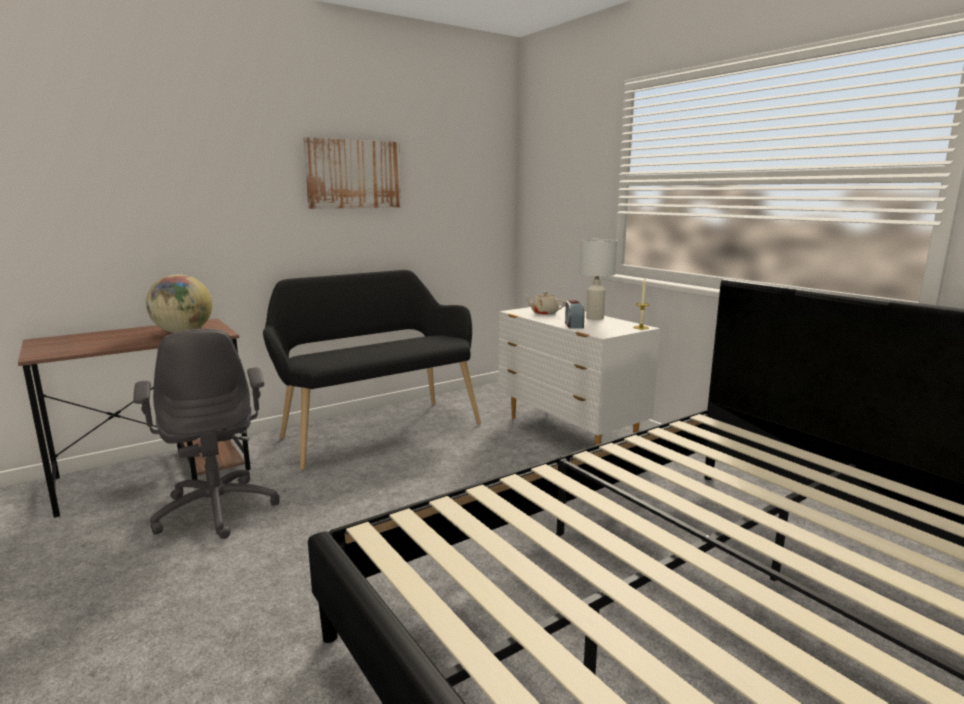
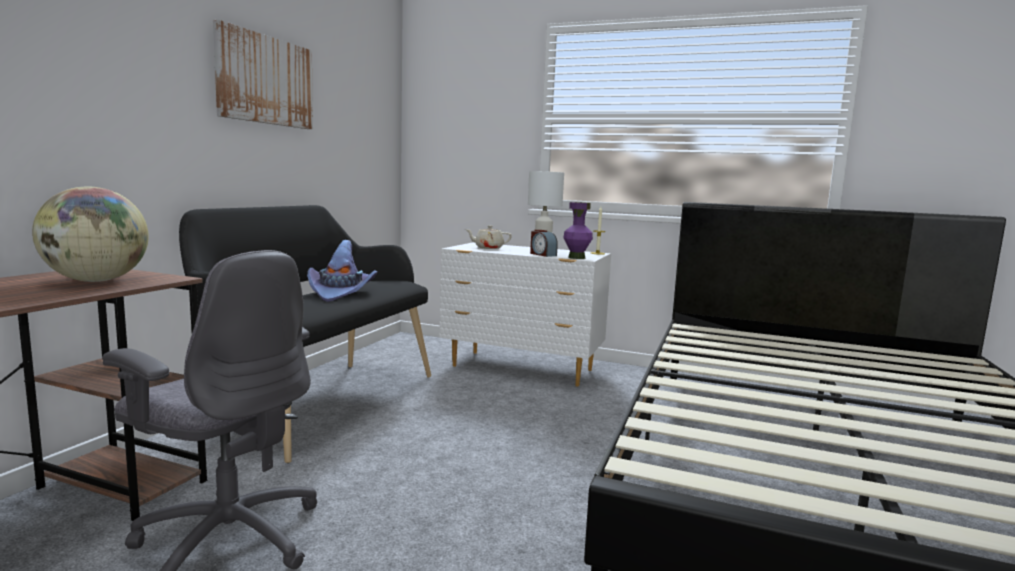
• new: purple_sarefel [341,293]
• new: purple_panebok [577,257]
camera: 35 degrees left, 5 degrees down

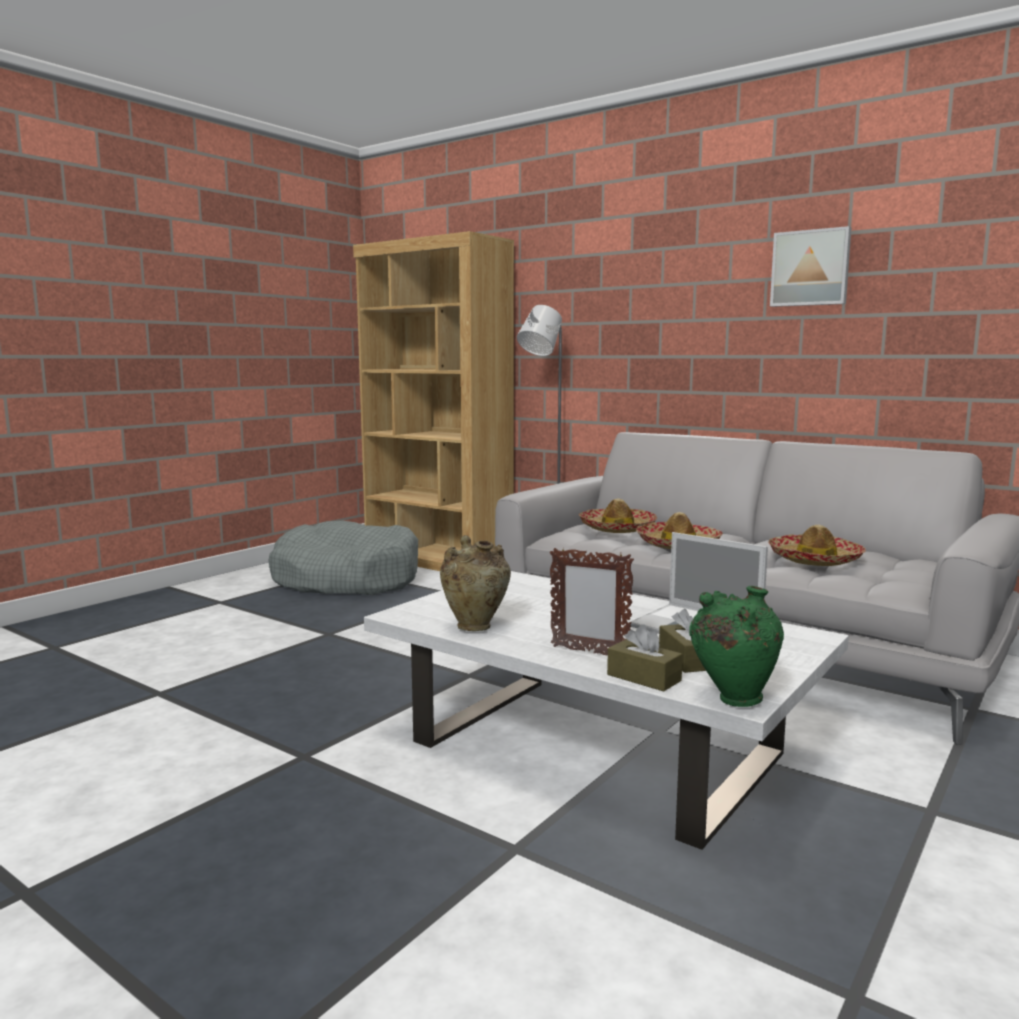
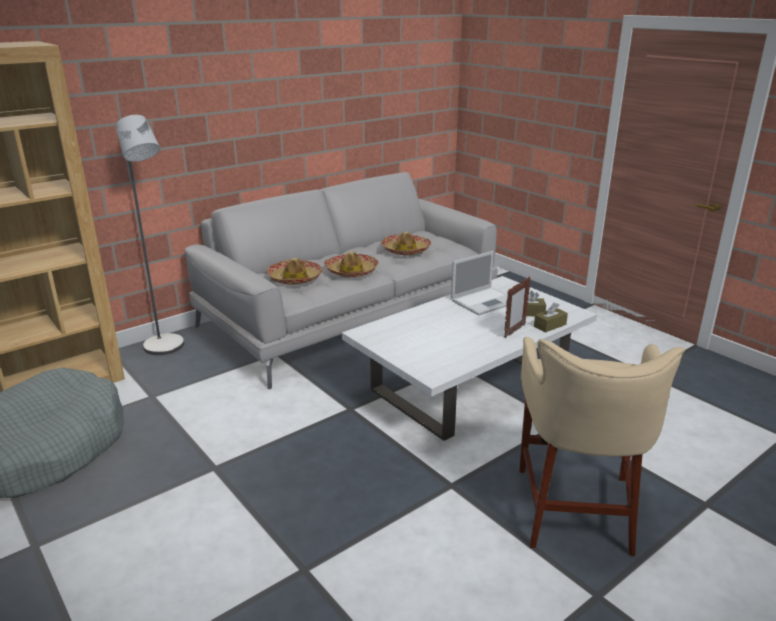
• new: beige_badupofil [576,508]
• gone: beige_panebok [475,627]
• gone: green_panebok [732,699]
• gone: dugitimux [810,268]
camera: 75 degrees left, 15 degrees up

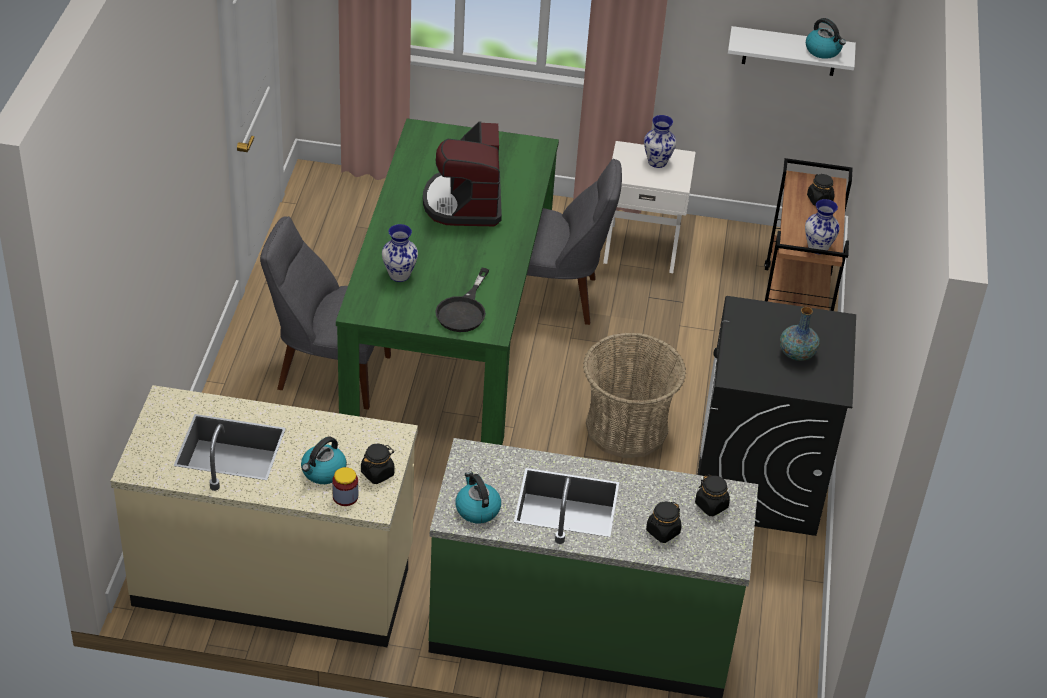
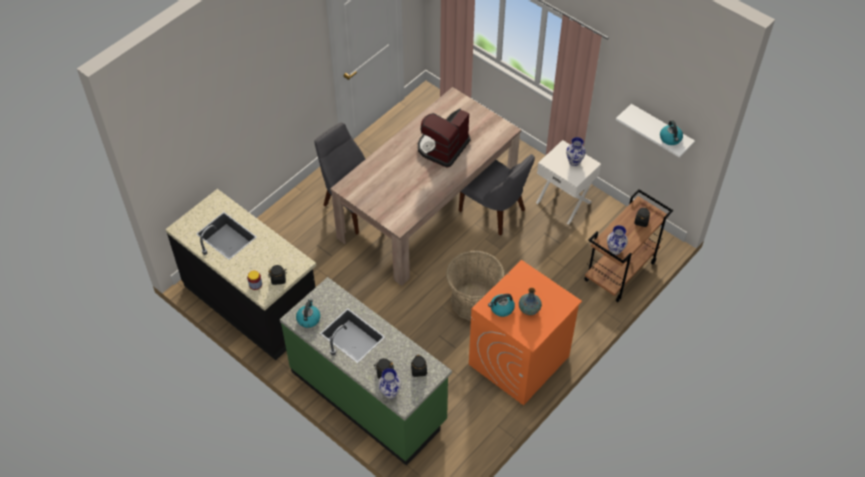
• repainted: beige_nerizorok [274,578] to black_nerizorok [252,301]
• repainted: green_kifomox [450,331] to beige_kifomox [428,208]
• shifted: panebok [399,275] to [390,392]
• repainted: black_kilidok [758,480] to orange_kilidok [518,361]
• shifted: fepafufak [323,472] to [501,308]
• gone: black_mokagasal [464,310]
camera: 35 degrees right, 10 degrees up

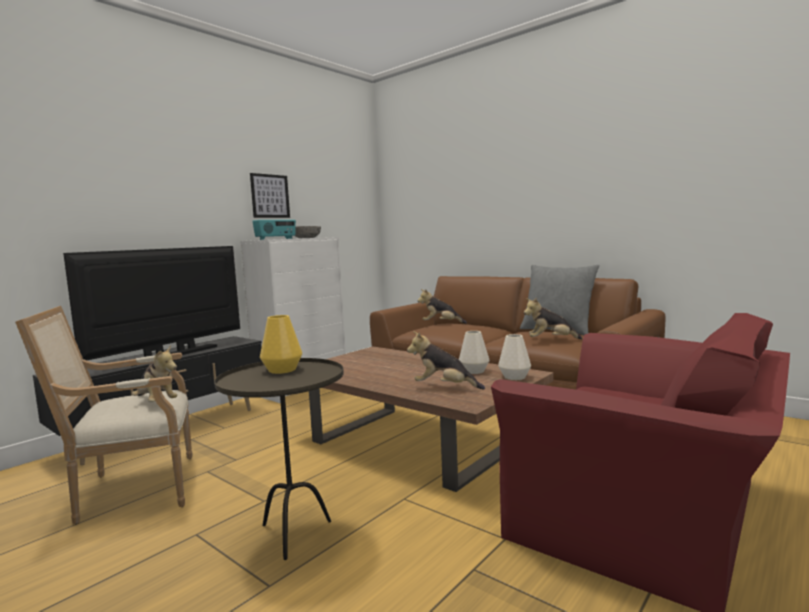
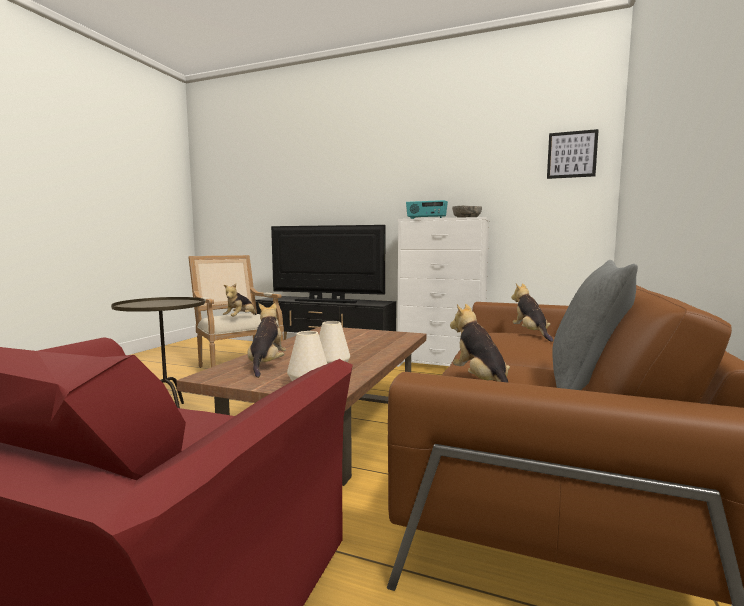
• shifted: dugitimux [270,196] to [571,154]
• gone: yellow_panebok [282,370]
camera: 70 degrees right, 0 degrees up

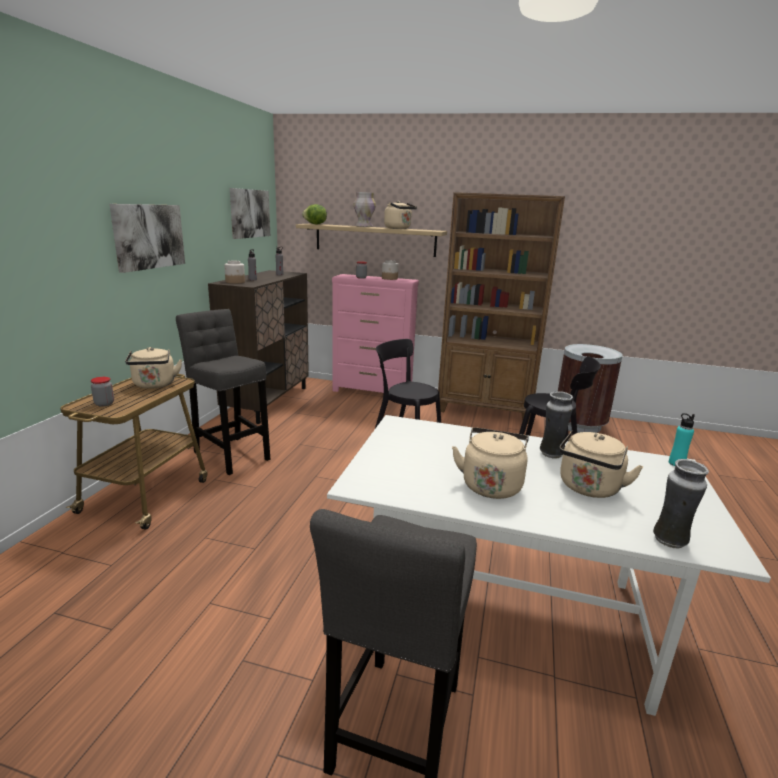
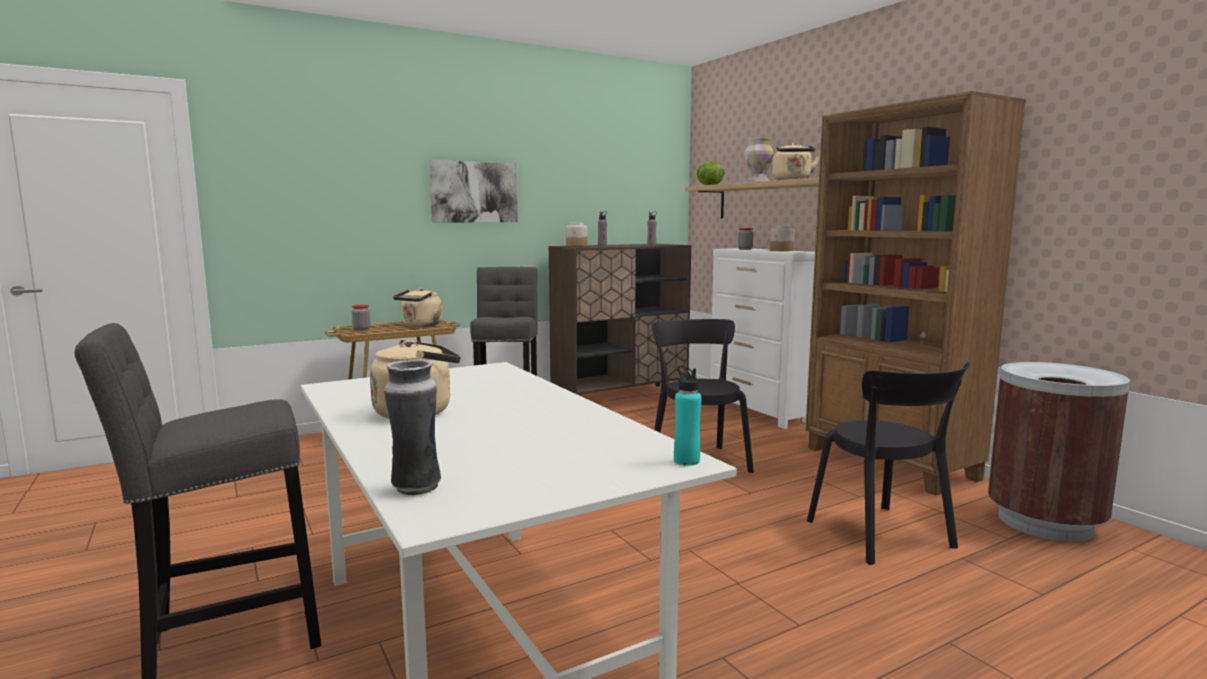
• repainted: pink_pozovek [372,392] to white_pozovek [758,412]
• gone: dugitimux [249,213]
• gone: panebok [551,454]
• gone: beige_fepafufak [588,489]
camera: 45 degrees right, 10 degrees down

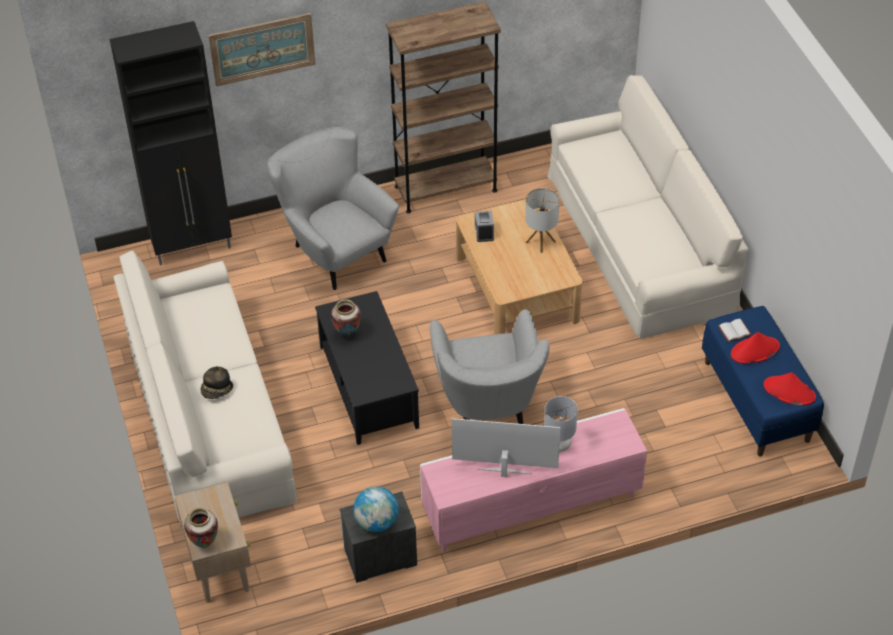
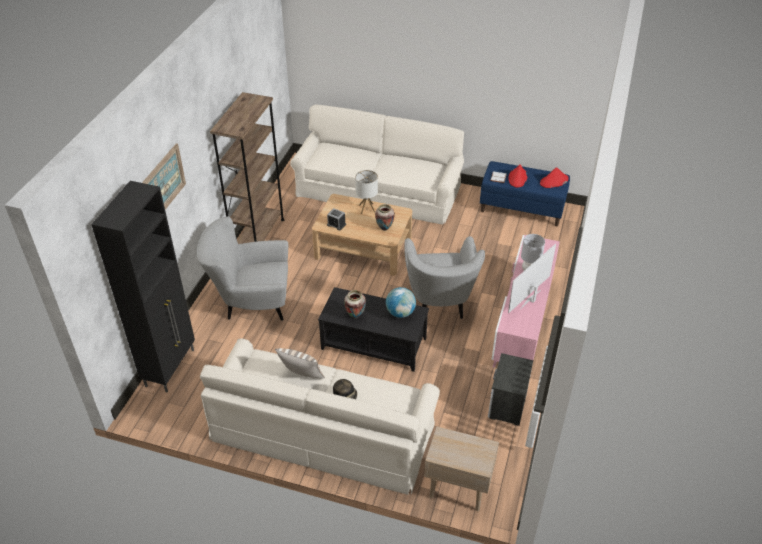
• new: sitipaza [301,377]
• shifted: panebok [204,543] to [384,228]
• shifted: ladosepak [377,522] to [400,313]
• rotated: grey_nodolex [488,410] = [439,304] 60 degrees clockwise
camera: 55 degrees left, 5 degrees down

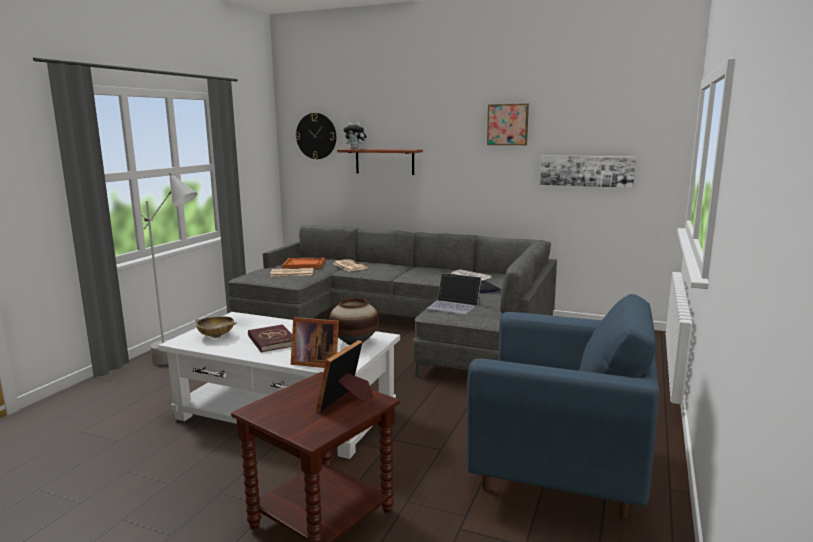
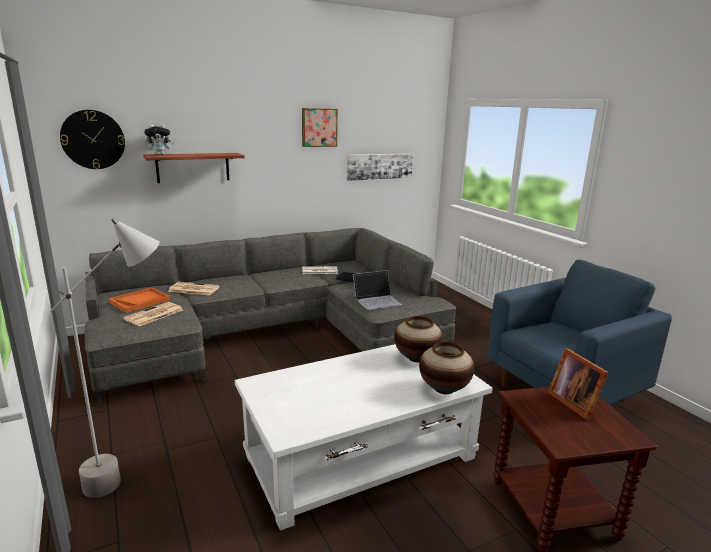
• swapped: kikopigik [315,362] to panebok [444,388]
• gone: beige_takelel [216,336]
• gone: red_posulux [272,341]
camera: 50 degrees left, 5 degrees up

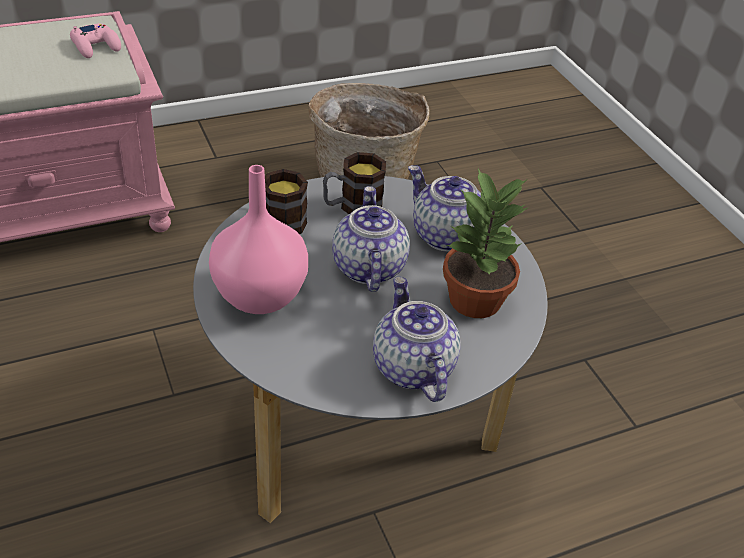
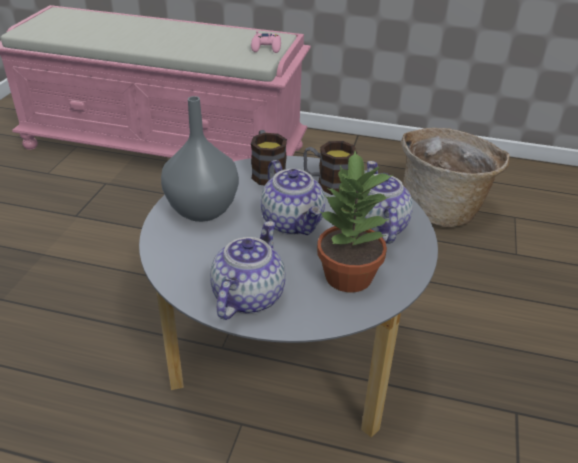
• repainted: pink_panebok [258,295] to grey_panebok [201,209]
• rotated: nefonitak [367,267] = [293,222] 120 degrees clockwise
camera: 40 degrees right, 5 degrees down

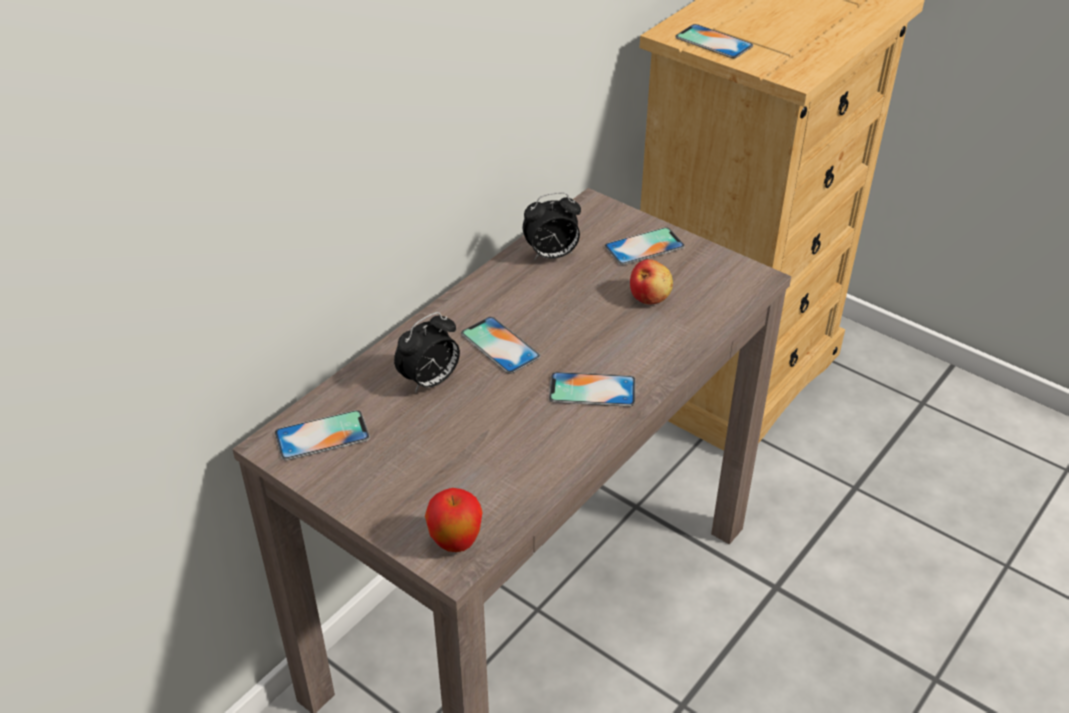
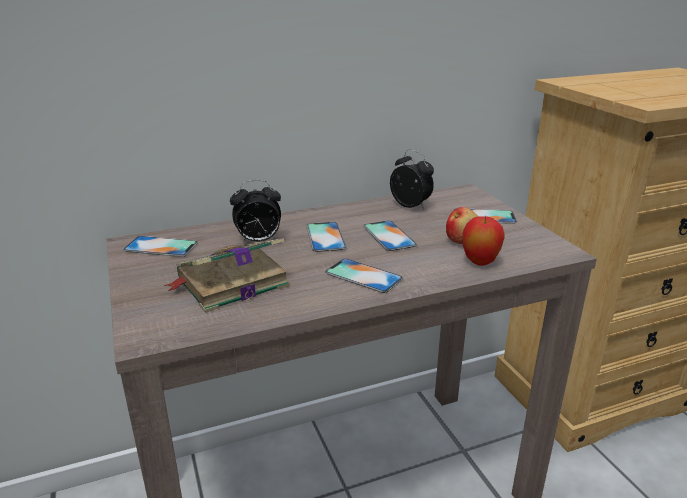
• new: posulux [230,283]
• shifted: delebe [713,42] to [389,236]
• rotated: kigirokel [551,255] = [411,206] 150 degrees counterclockwise
• shifted: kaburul [455,543] to [480,263]
camera: 30 degrees right, 15 degrees down

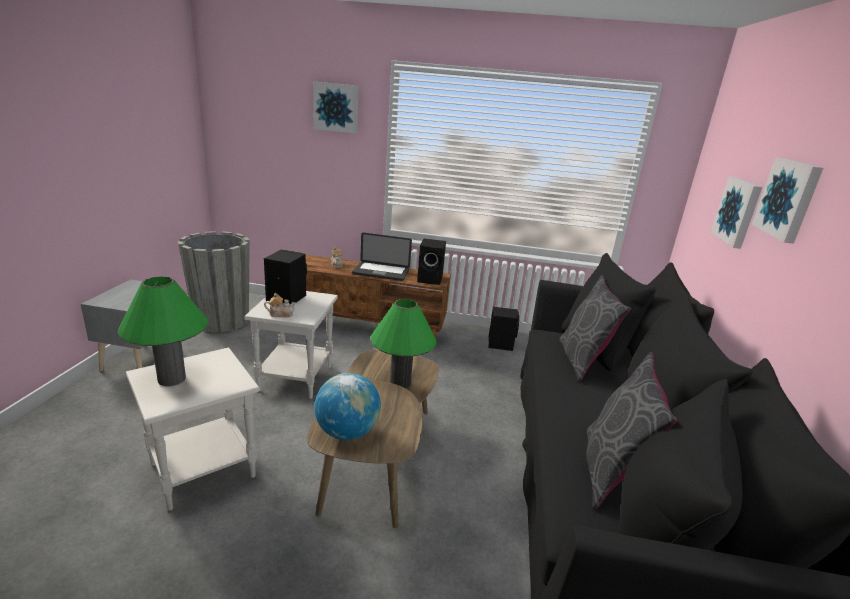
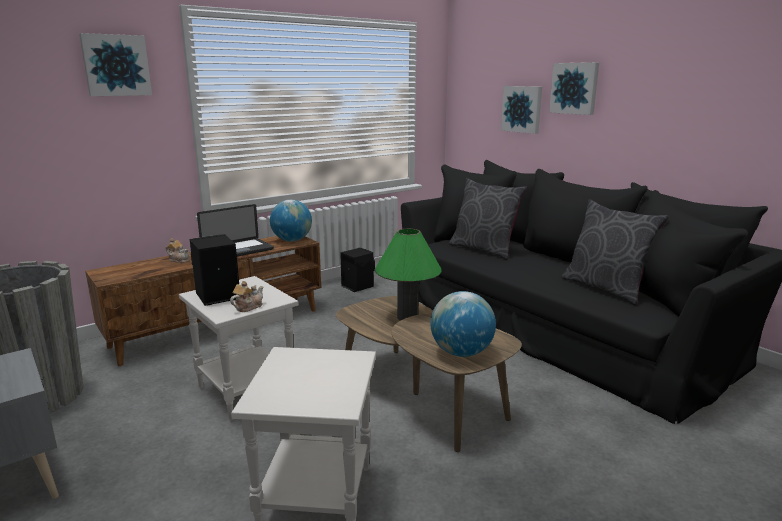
• swapped: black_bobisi [431,279] to ladosepak [292,240]
• gone: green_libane [172,379]
camera: 45 degrees left, 5 degrees down

